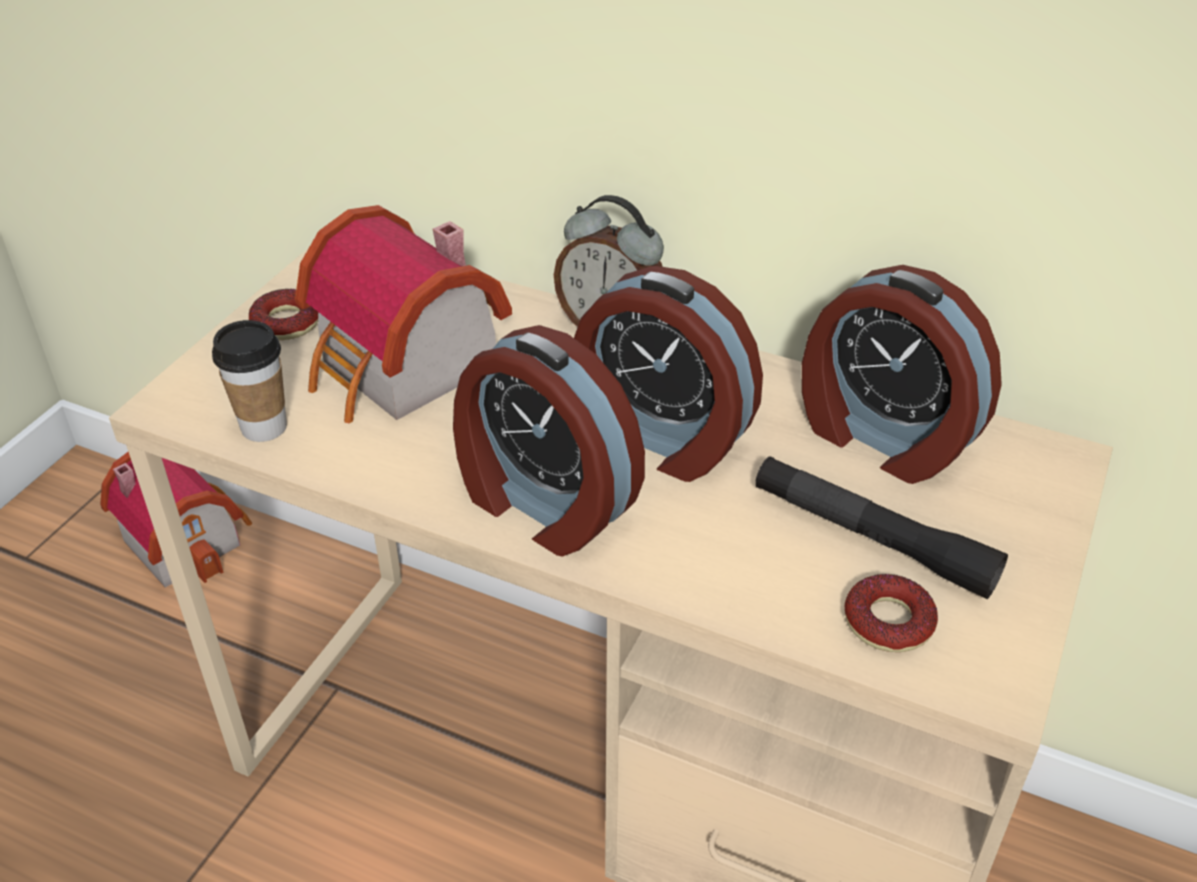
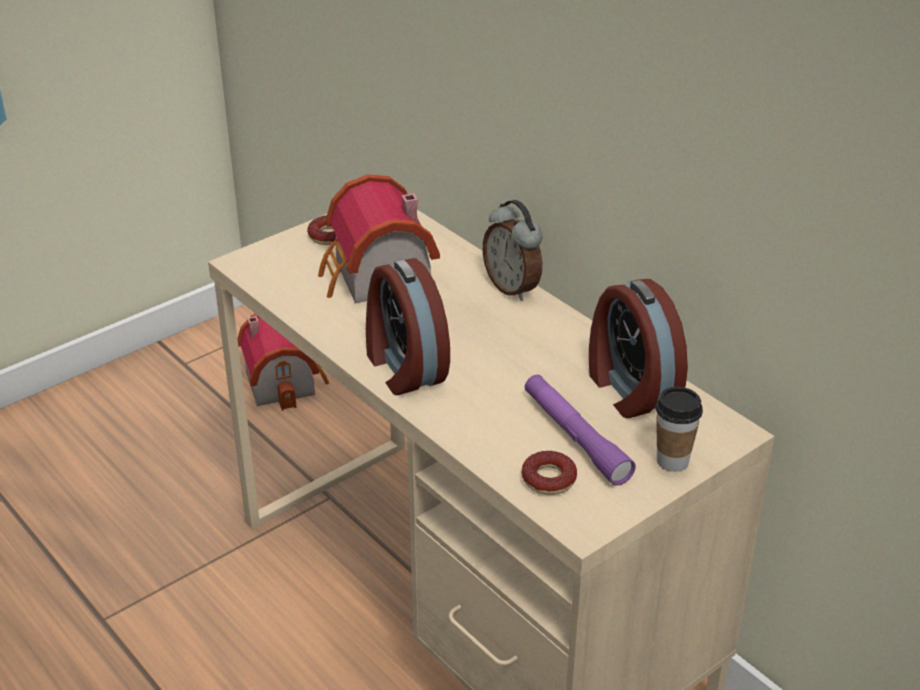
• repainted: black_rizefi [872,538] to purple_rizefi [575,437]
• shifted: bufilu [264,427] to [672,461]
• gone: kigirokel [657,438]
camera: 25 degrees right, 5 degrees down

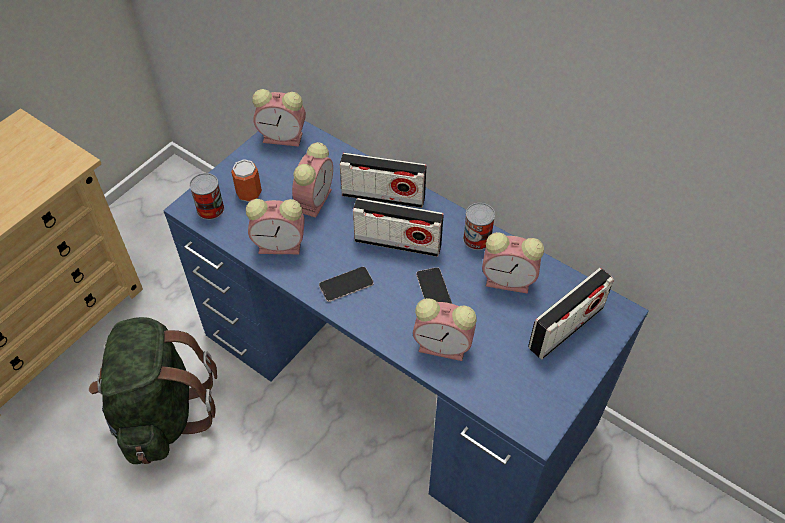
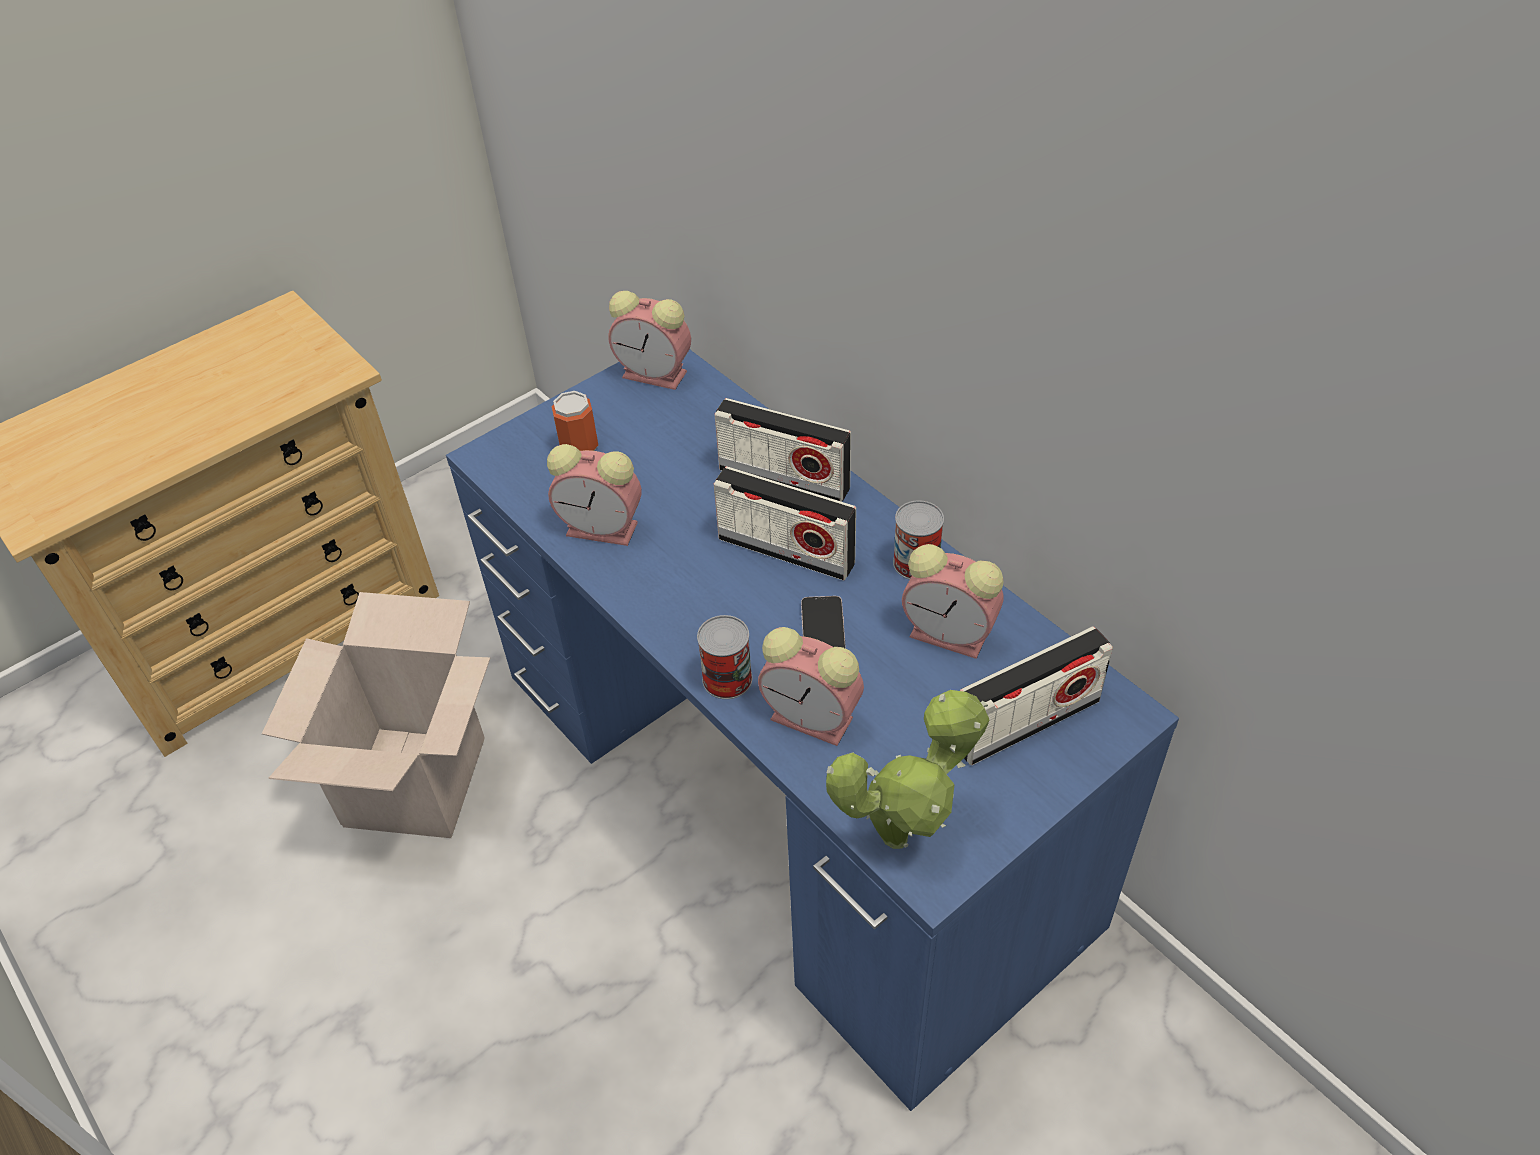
• swapped: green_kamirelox [161,413] to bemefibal [415,782]
• shifted: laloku [210,209] to [727,679]
• new: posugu [904,833]
• gone: kigirokel [315,199]
• gone: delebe [346,284]
camera: 15 degrees right, 5 degrees down

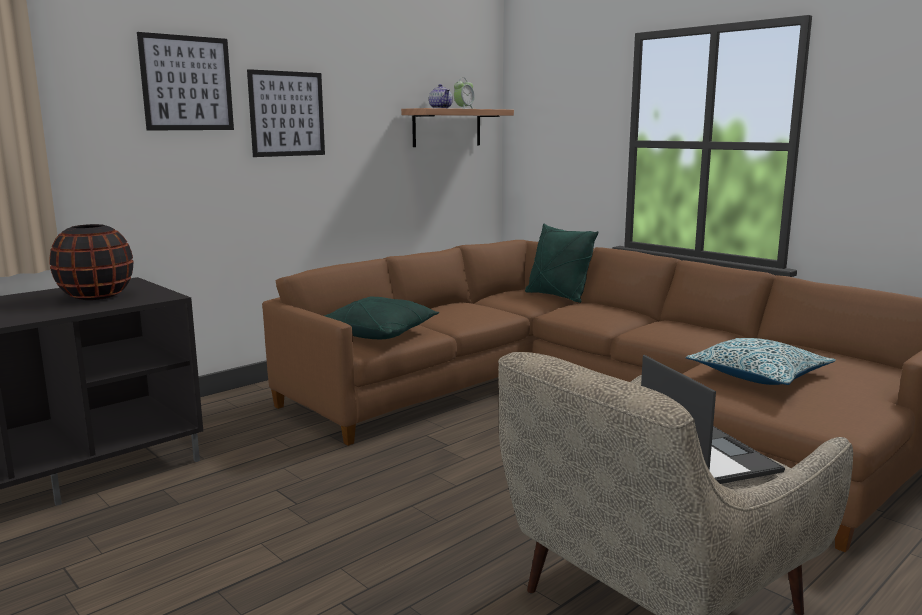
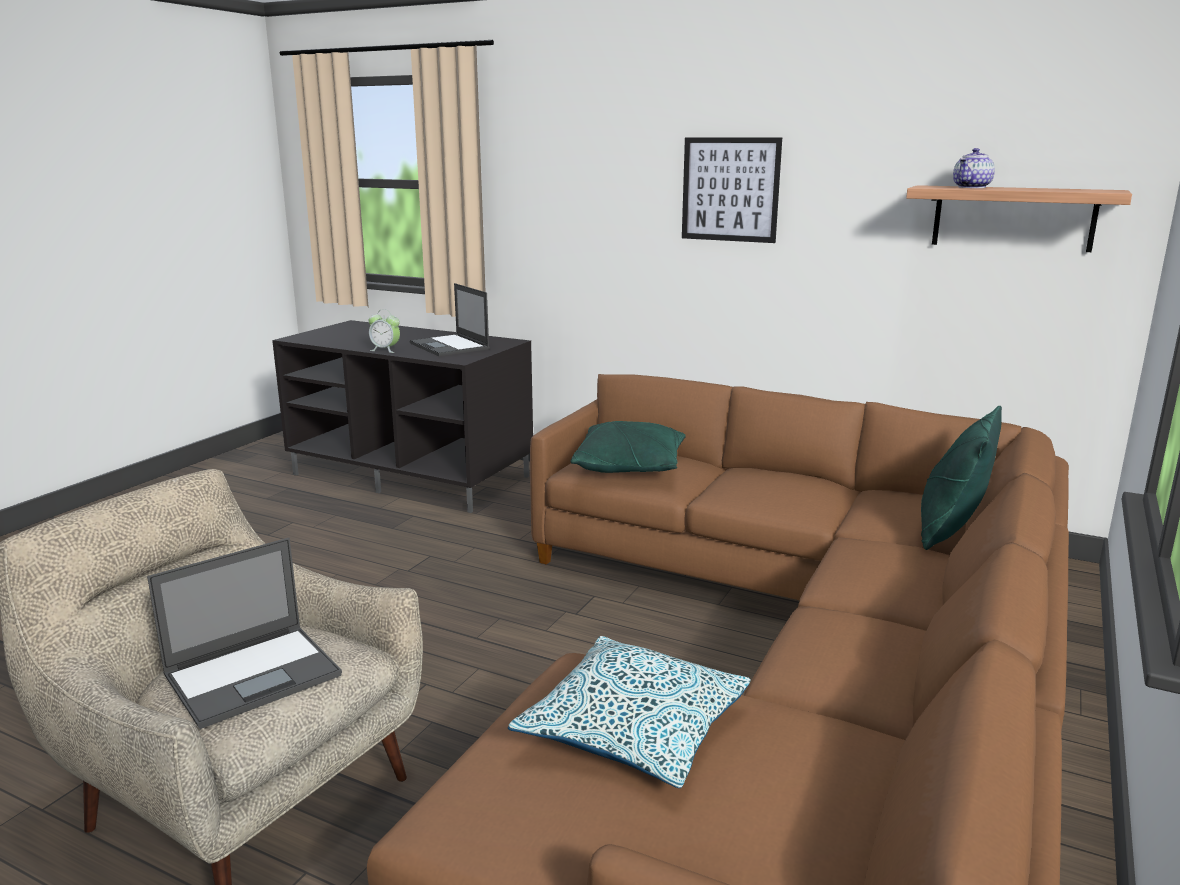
• shifted: kigirokel [464,108] to [385,350]
• swapped: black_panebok [96,296] to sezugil [450,346]
• gone: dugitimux [187,83]
camera: 70 degrees right, 5 degrees up

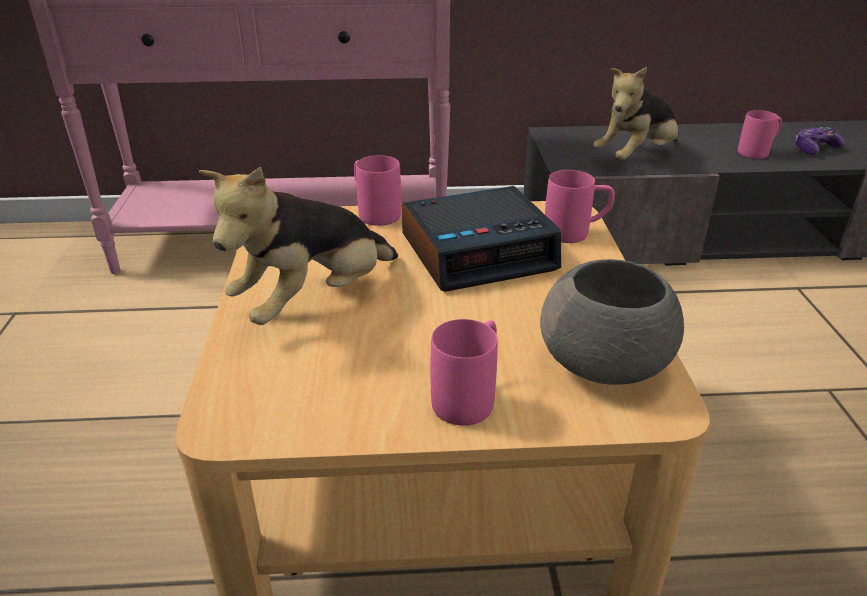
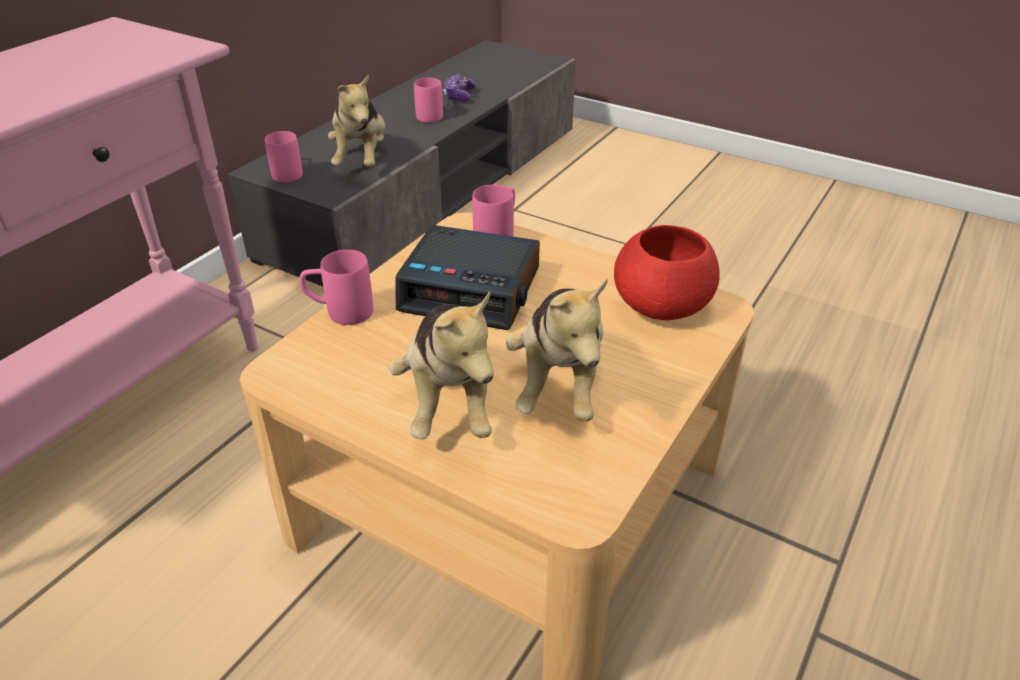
• shifted: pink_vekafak [470,396] to [286,172]
• rotated: kigirokel [479,251] = [472,289] 90 degrees clockwise
• new: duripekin [559,383]
• repainted: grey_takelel [606,364] to red_takelel [663,305]
camera: 55 degrees left, 5 degrees up

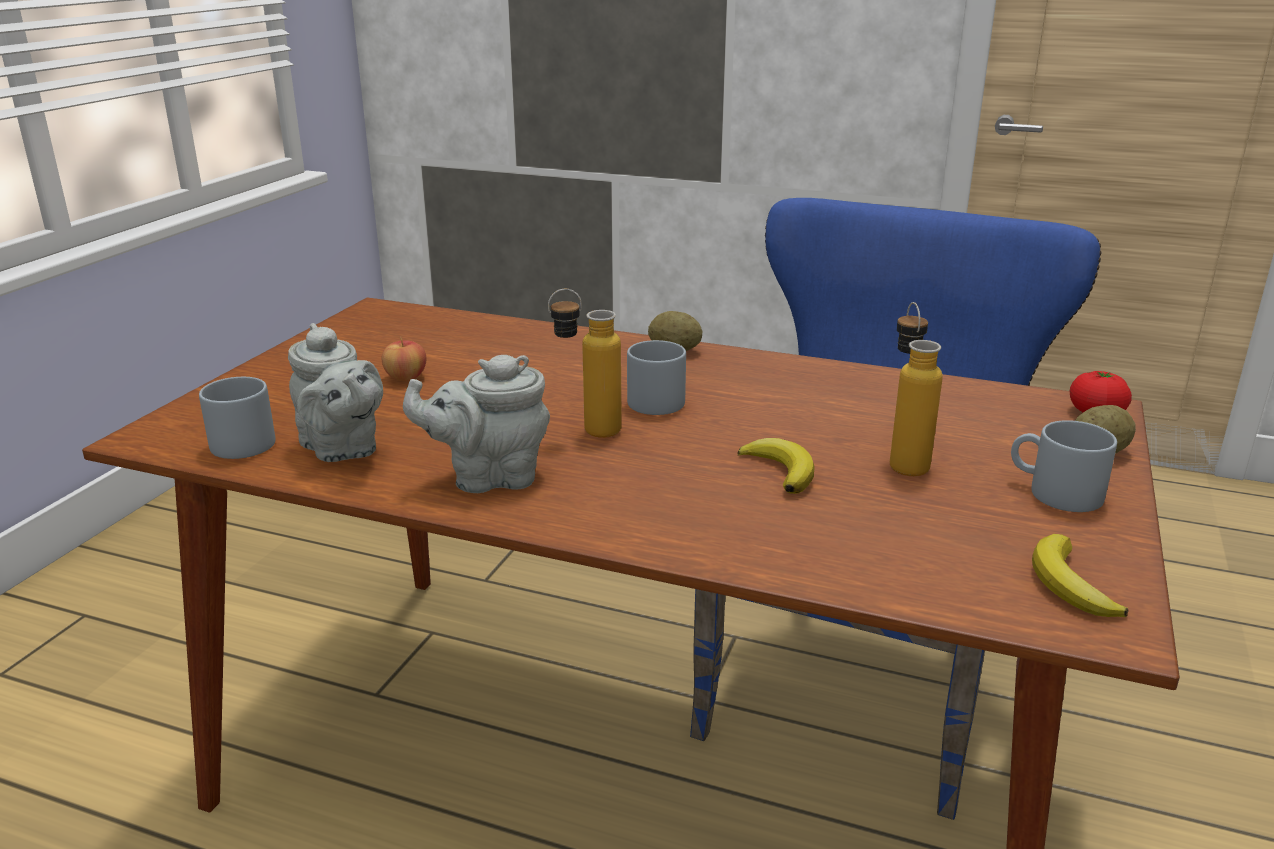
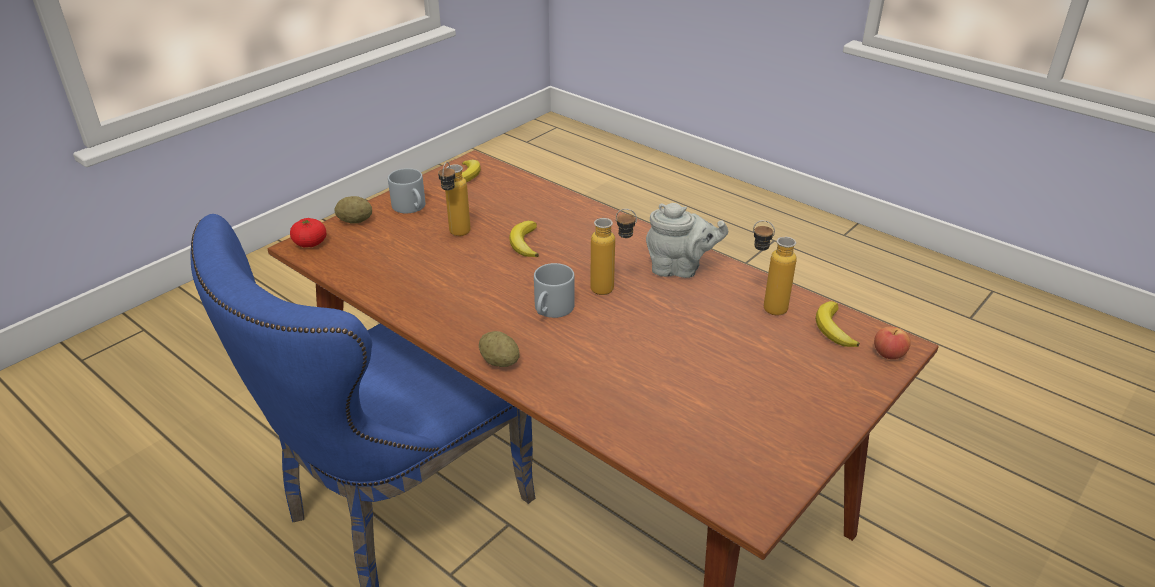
• swapped: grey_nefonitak [342,449] to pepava [765,307]
• swapped: grey_vekafak [239,440] to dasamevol [833,329]
• shifted: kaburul [406,377] to [889,354]
camera: 160 degrees left, 10 degrees up

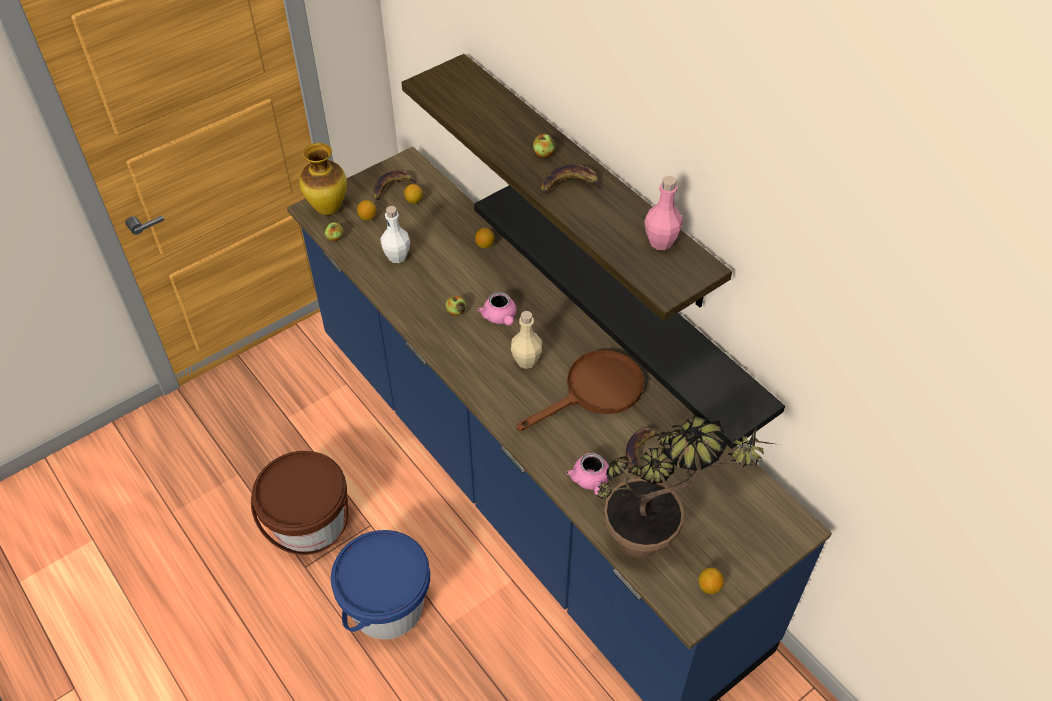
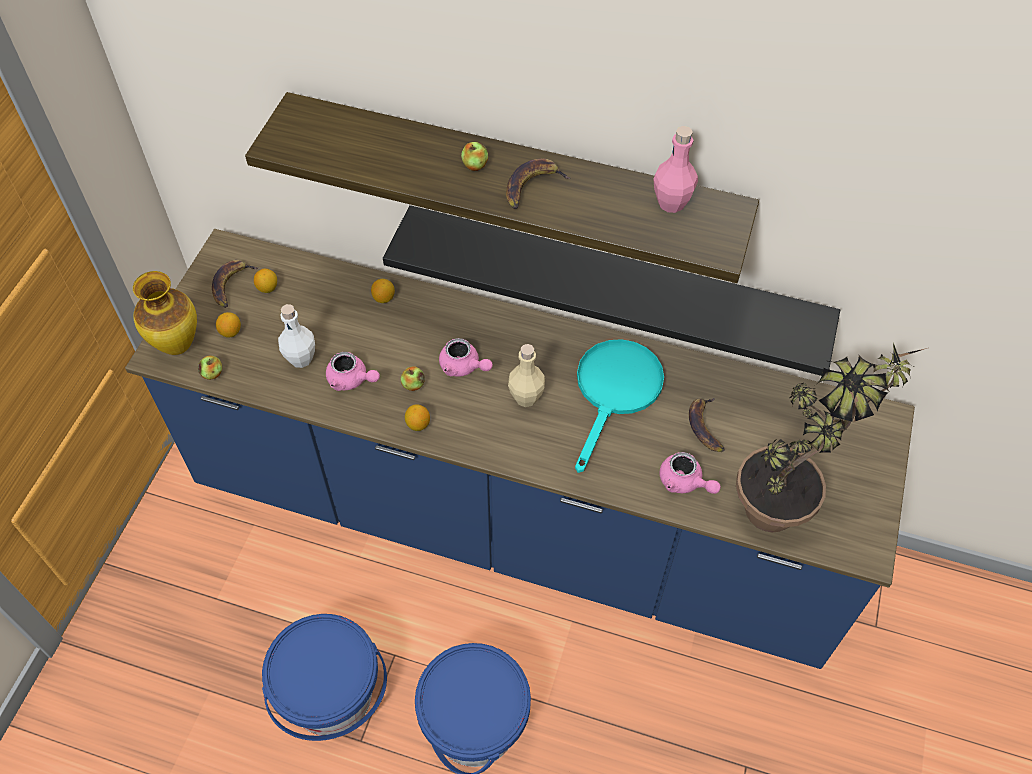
• repainted: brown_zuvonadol [309,525] to blue_zuvonadol [331,695]
• new: pink_nefonitak [351,380]
• shifted: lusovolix [709,586] to [418,424]
• repainted: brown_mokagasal [595,392] to turquoise_mokagasal [615,392]
camera: 35 degrees left, 5 degrees up

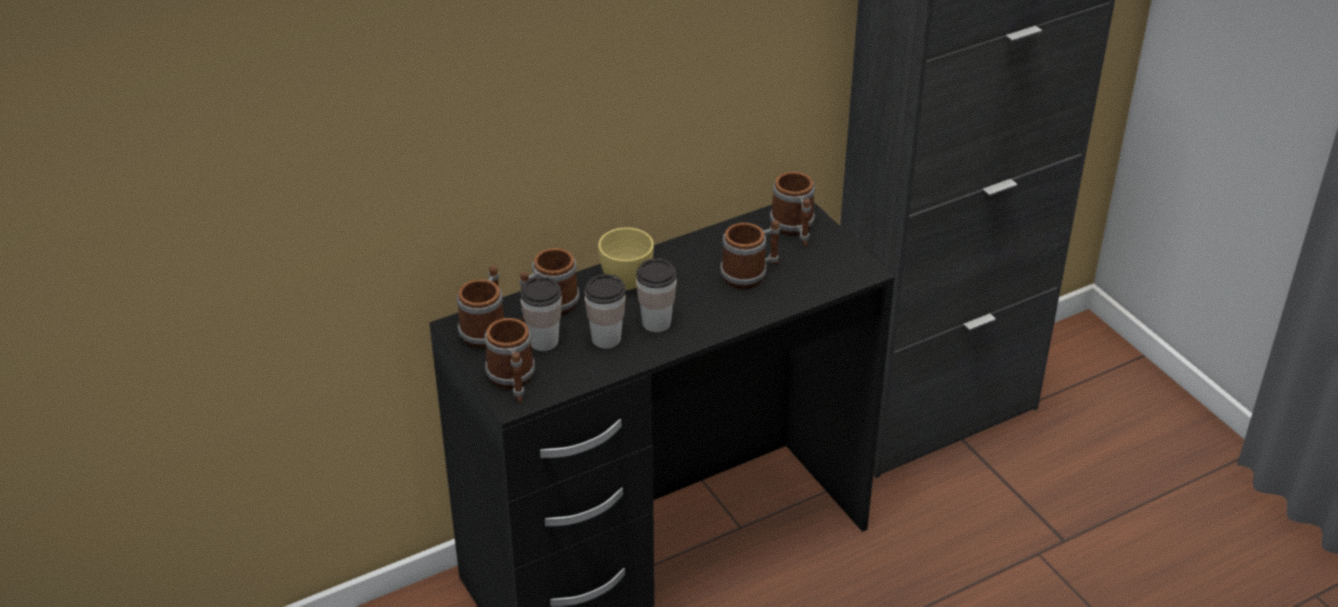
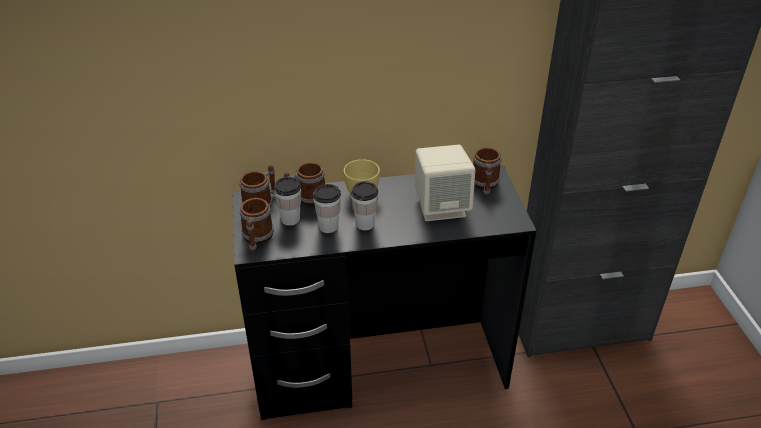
• swapped: vekafak [751,274] to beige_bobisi [441,207]
camera: 20 degrees right, 0 degrees up

